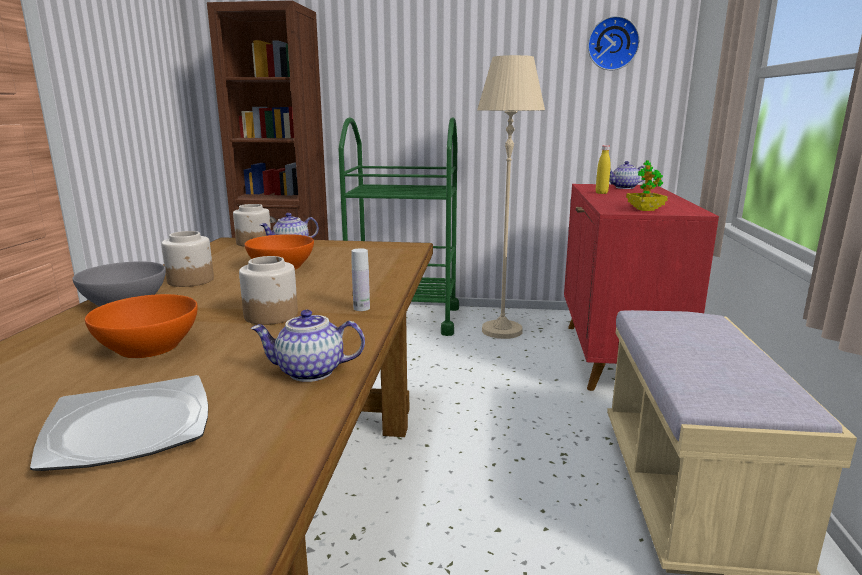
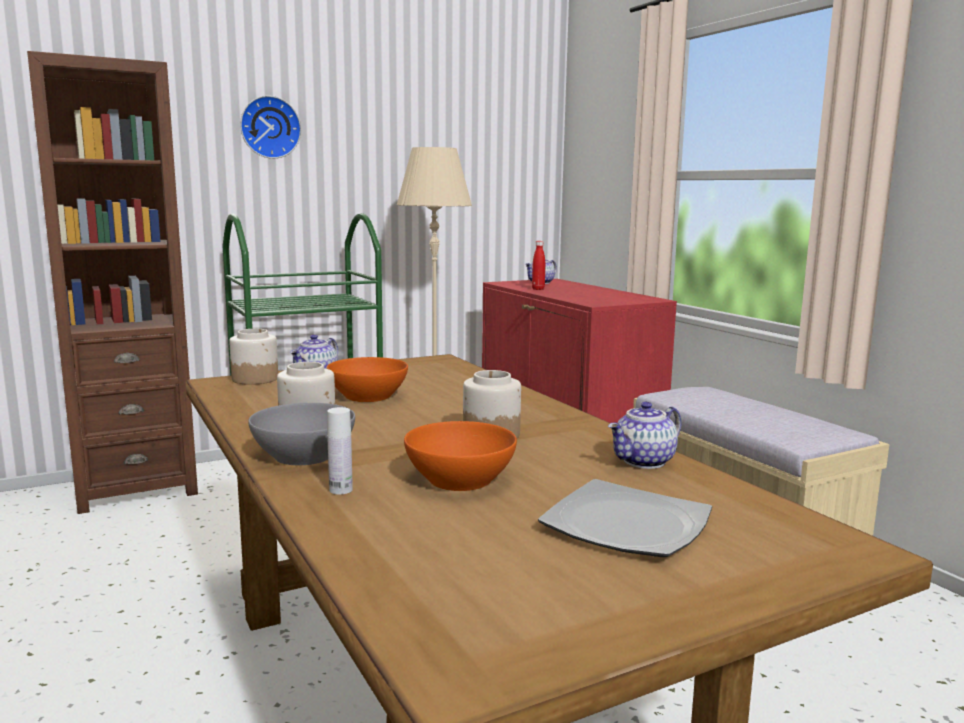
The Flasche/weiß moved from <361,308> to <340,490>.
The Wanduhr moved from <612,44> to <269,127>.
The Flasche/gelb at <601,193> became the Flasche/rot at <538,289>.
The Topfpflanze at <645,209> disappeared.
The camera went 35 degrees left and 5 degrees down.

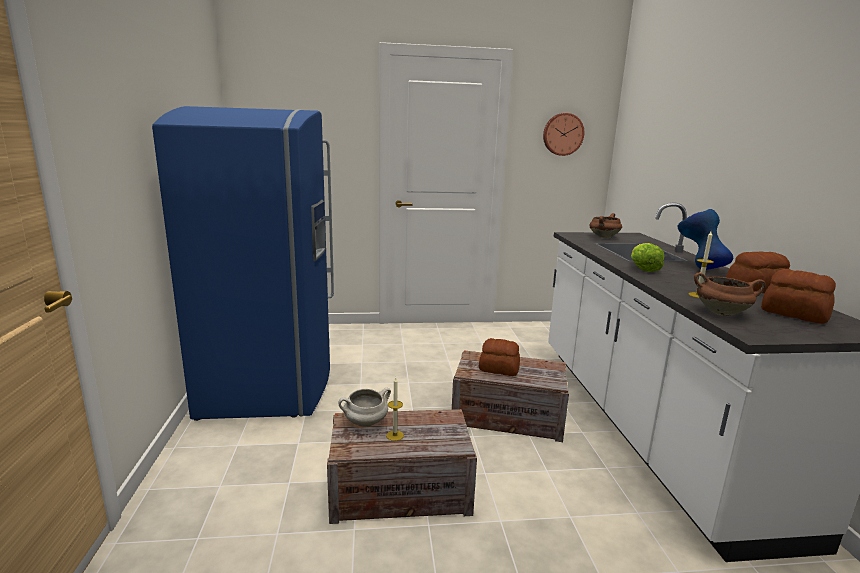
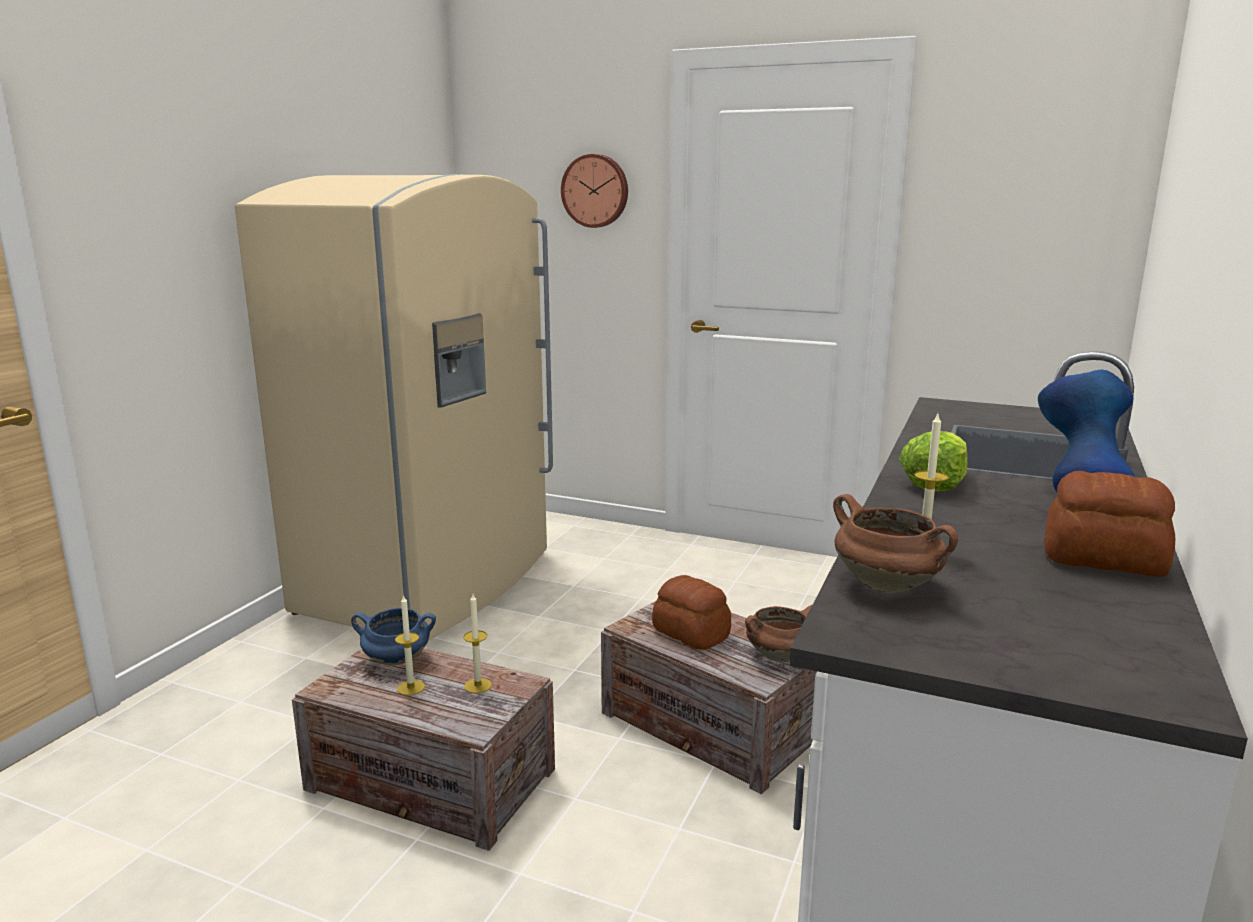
The Kühlschrank/blau at <272,379> became the Kühlschrank/beige at <431,583>.
The Kochtopf/weiß at <365,423> became the Kochtopf/blau at <395,660>.
The Wanduhr moved from <562,134> to <596,191>.
The Kochtopf/braun moved from <604,237> to <780,656>.
The Brot at <793,314> disappeared.
The Kerze at <478,686> appeared.
The camera went 30 degrees right and 0 degrees up.

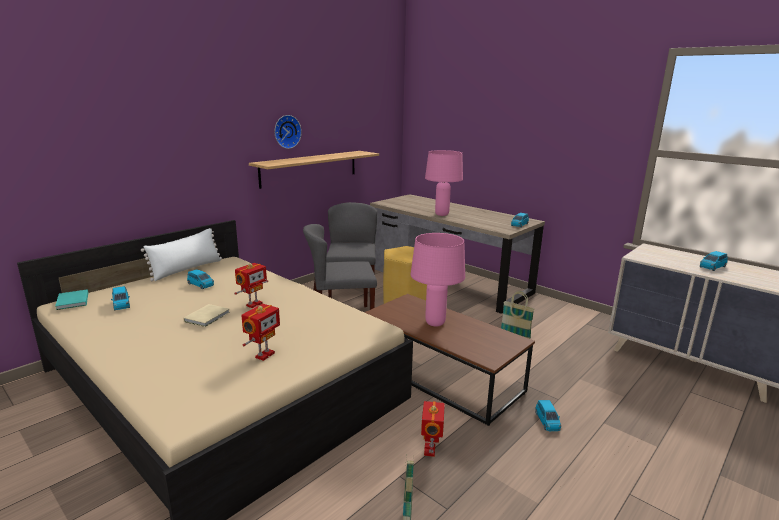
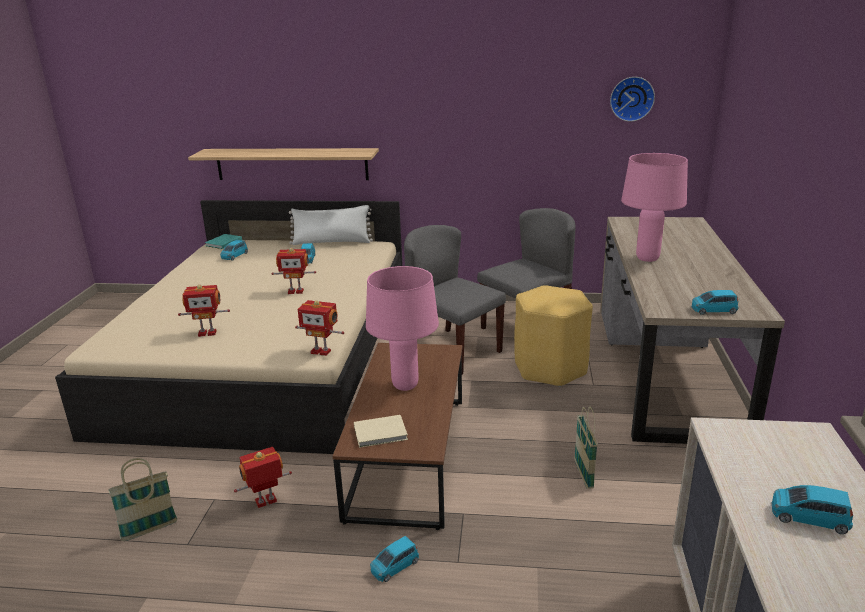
The Buch/beige moved from <208,316> to <382,433>.
The Wandregal moved from <310,168> to <291,164>.
The Wanduhr moved from <286,131> to <631,98>.
The Spielzeugroboter at <321,351> appeared.
The camera went 55 degrees right and 5 degrees up.

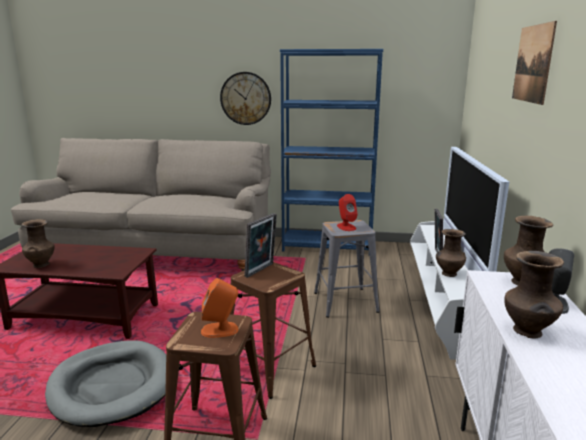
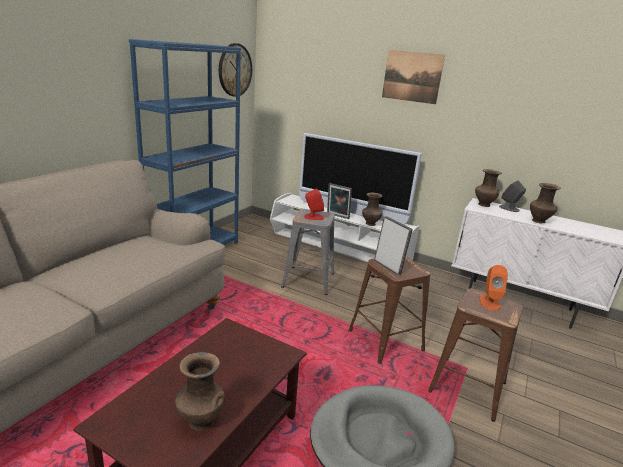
The Wanduhr moved from <245,98> to <235,70>.
The camera went 70 degrees left and 5 degrees up.

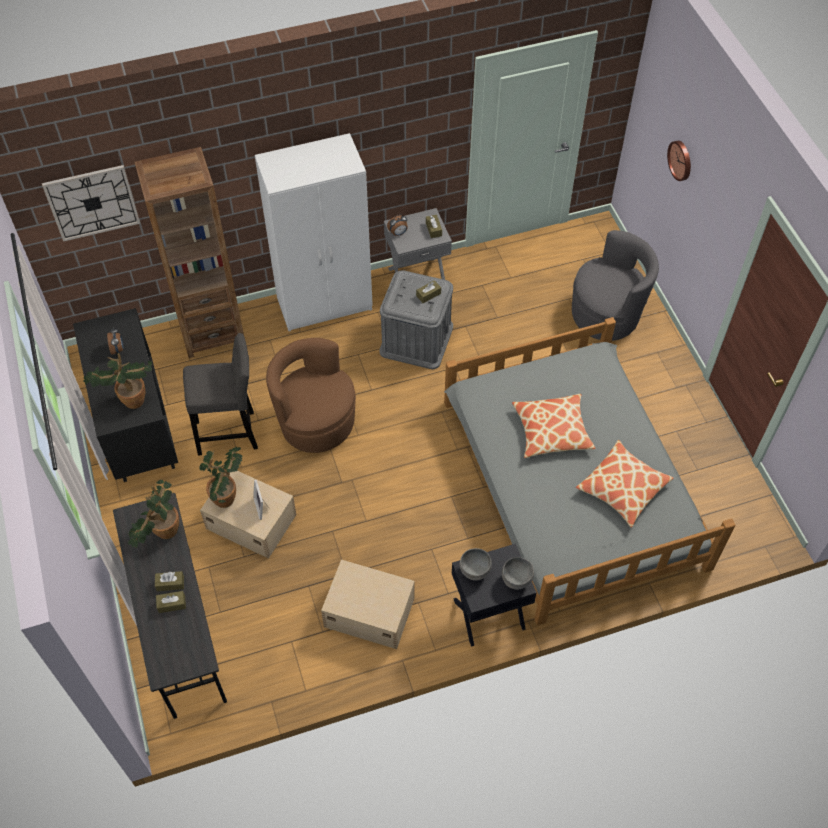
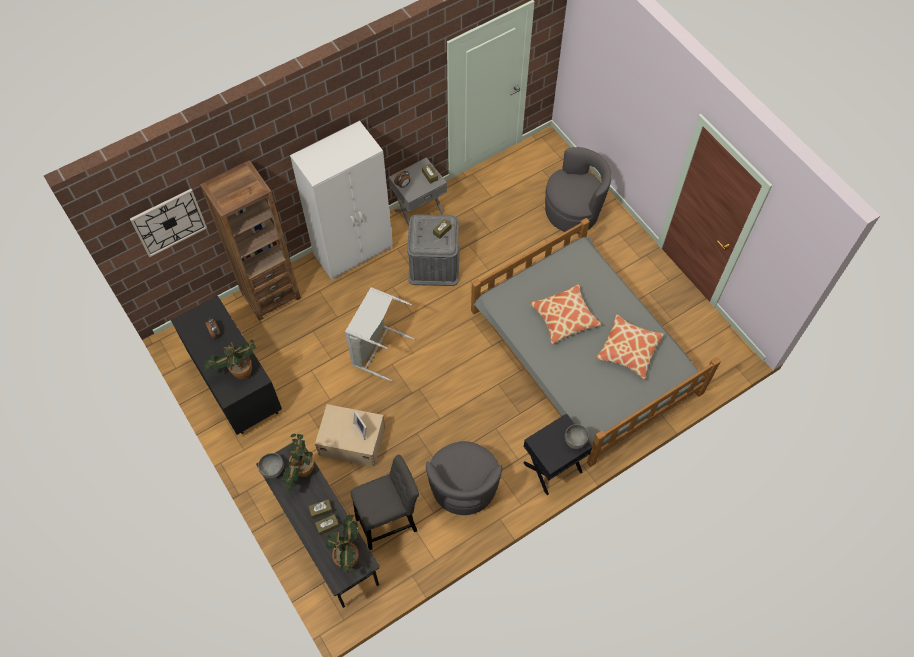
The Hocker/grau moved from <230,433> to <389,522>.
The Topfpflanze moved from <228,495> to <349,555>.
The Sessel/braun at <316,422> was replaced by the Wäschekorb/grau at <377,349>.
The Aufbewahrungsbox/beige at <368,611> was replaced by the Sessel/grau at <463,488>.
The Schüssel/grau moved from <474,571> to <272,470>.
The Wanduhr at <681,160> disappeared.
The camera went 15 degrees left and 5 degrees up.

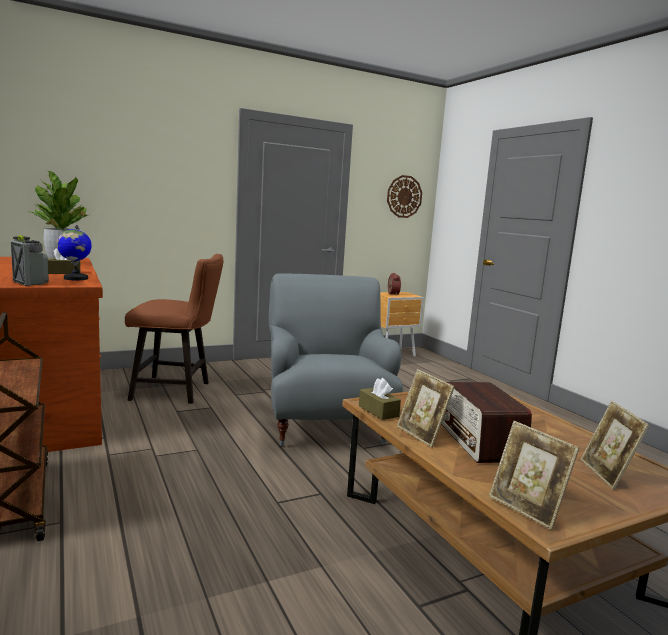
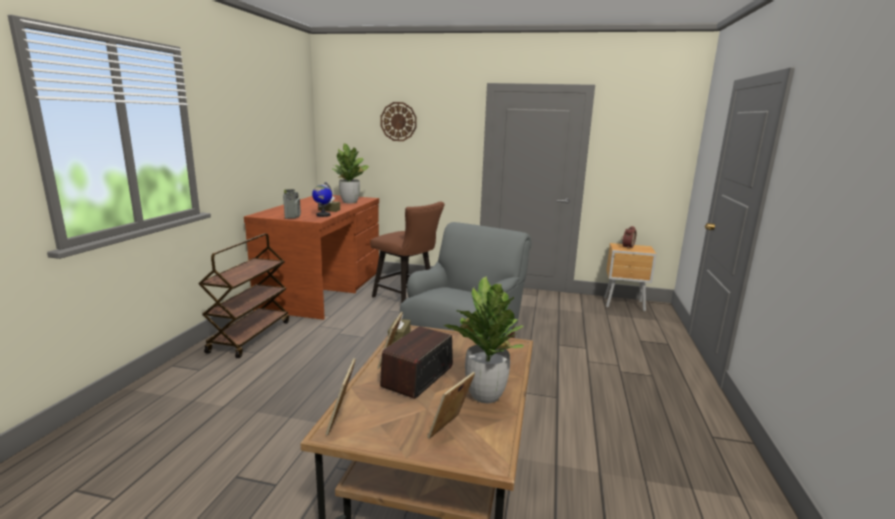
The Wanduhr moved from <404,196> to <398,121>.
The Topfpflanze at <485,395> appeared.
The camera went 40 degrees right and 5 degrees up.

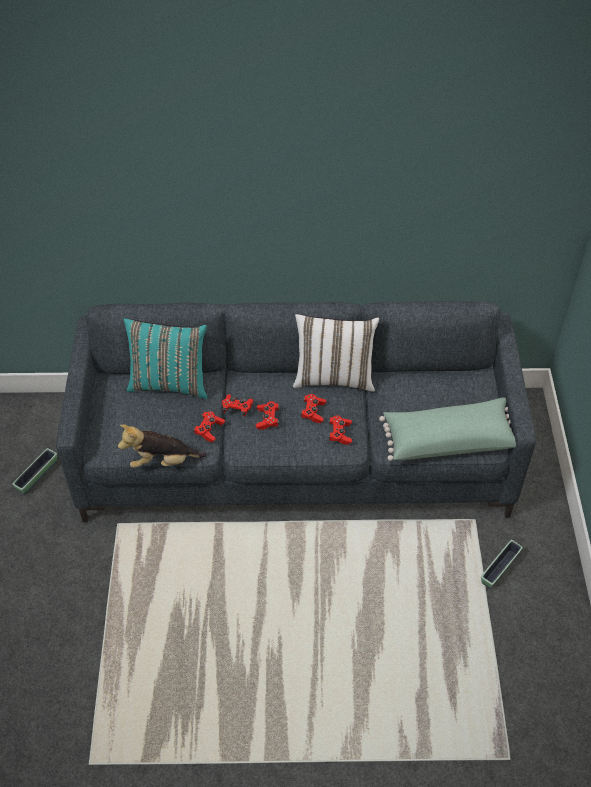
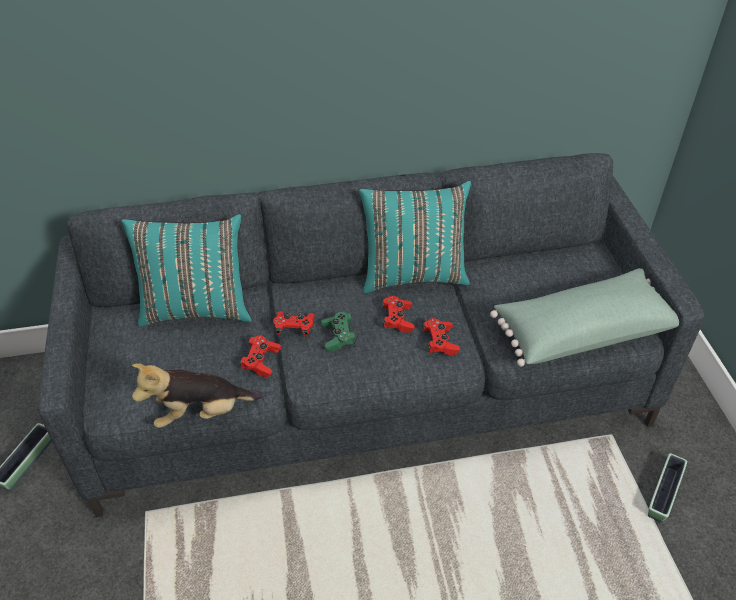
The Gamepad/rot at <267,419> became the Gamepad/grün at <338,336>.
The Kissen/weiß at <334,377> became the Kissen/türkis at <413,274>.
The camera went 10 degrees left and 5 degrees down.

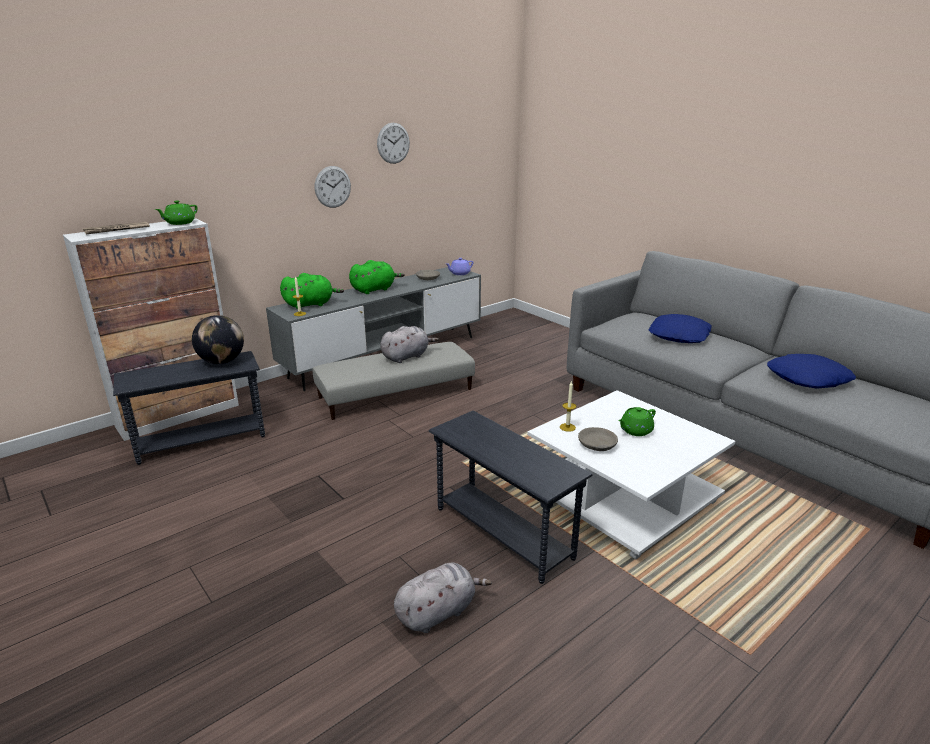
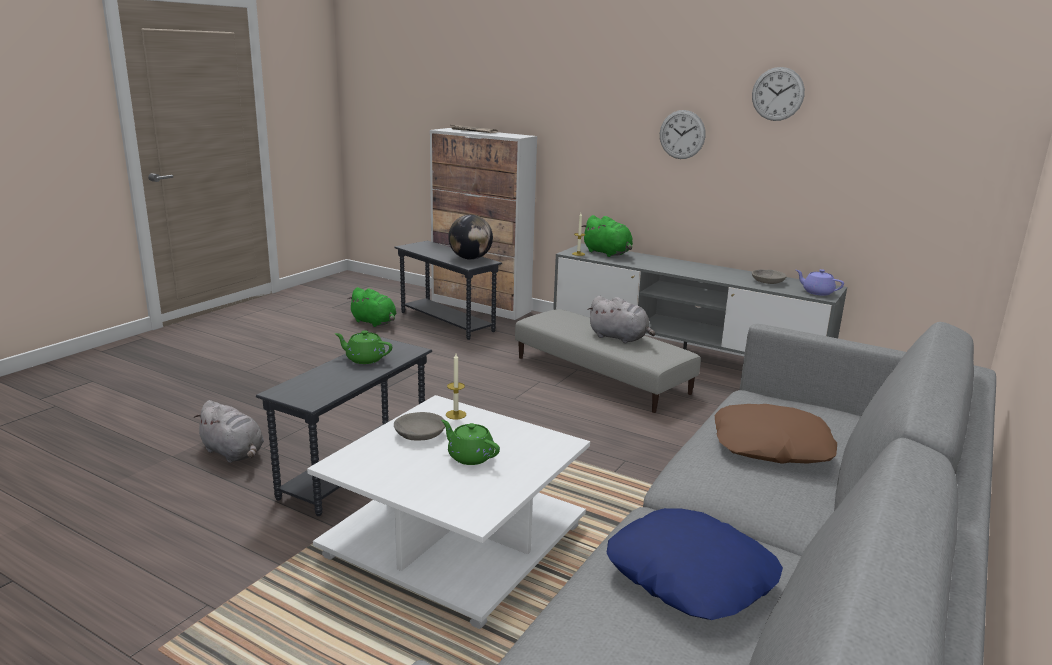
The Teekanne/grün moved from <179,223> to <364,359>.
The Plüschtier/grün moved from <374,289> to <375,322>.
The Kissen/blau at <679,335> became the Kissen/braun at <771,446>.
The camera went 70 degrees right and 5 degrees down.

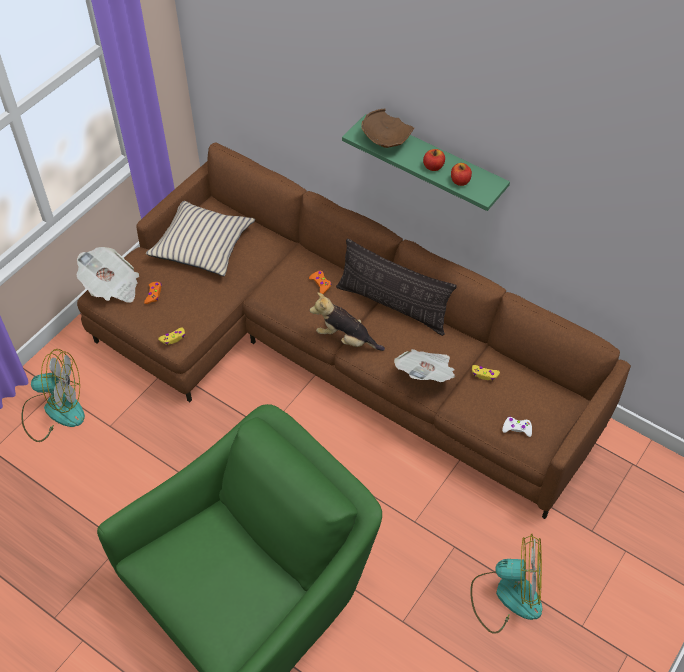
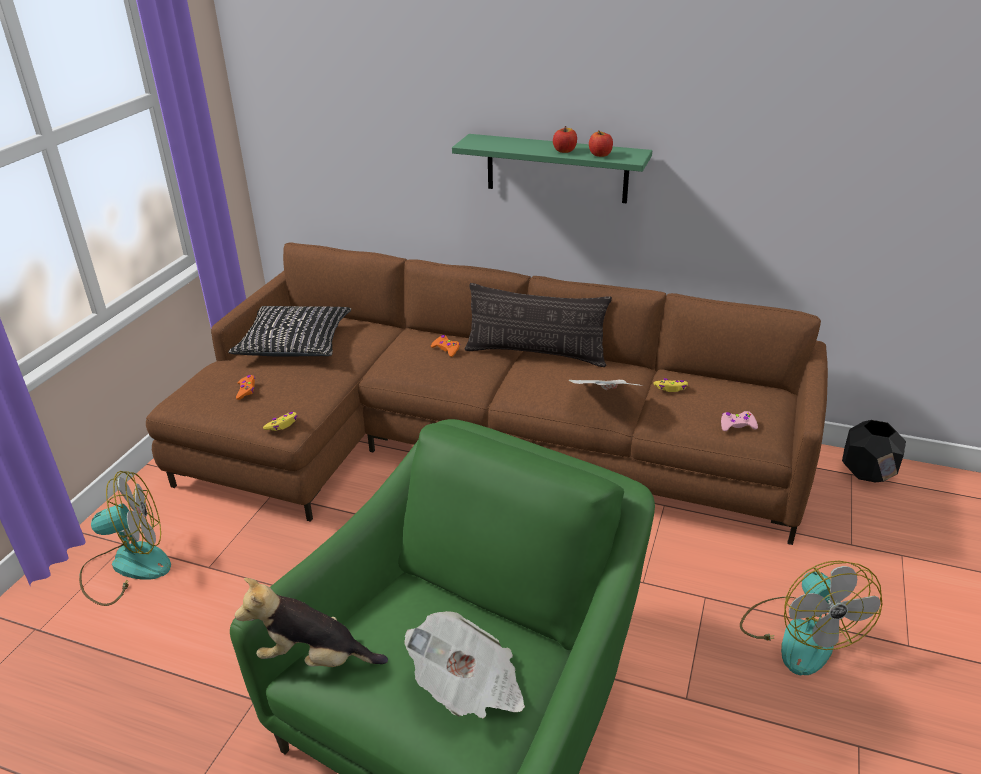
The Zeitung moved from <111,286> to <468,687>.
The Kissen/beige at <202,245> became the Kissen/schwarz at <294,342>.
The Plüschtier moved from <346,339> to <315,658>.
The Schüssel/braun at <385,142> disappeared.
The Ventilator at <507,595> turned 90 degrees clockwise.
The Gamepad/weiß at <517,428> became the Gamepad/rosa at <737,425>.
The Pflanzkübel/schwarz at <867,472> appeared.
The camera went 15 degrees left and 20 degrees down.

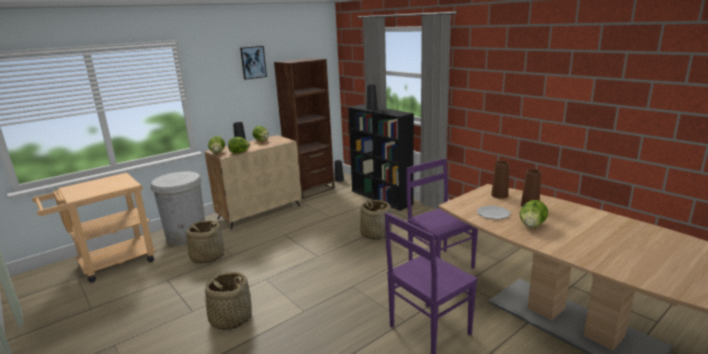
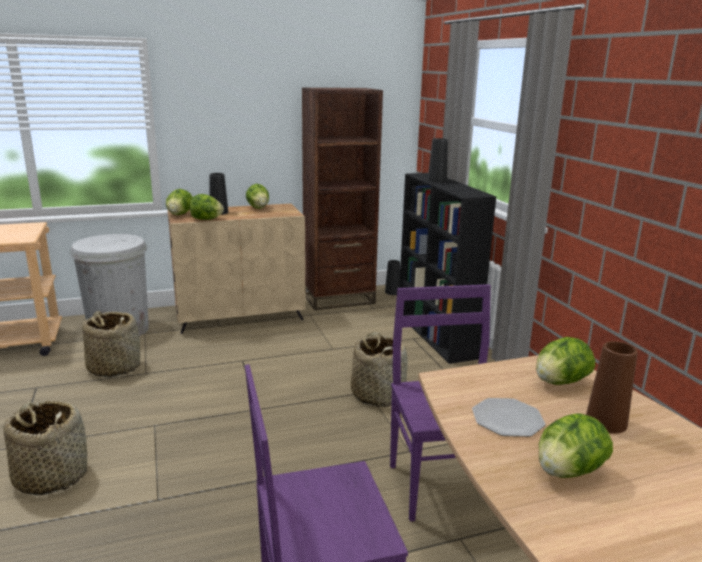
The Bild at <253,62> disappeared.
The Vase/braun at <499,195> was replaced by the Salatkopf at <560,382>.
The camera went 20 degrees right and 0 degrees up.

